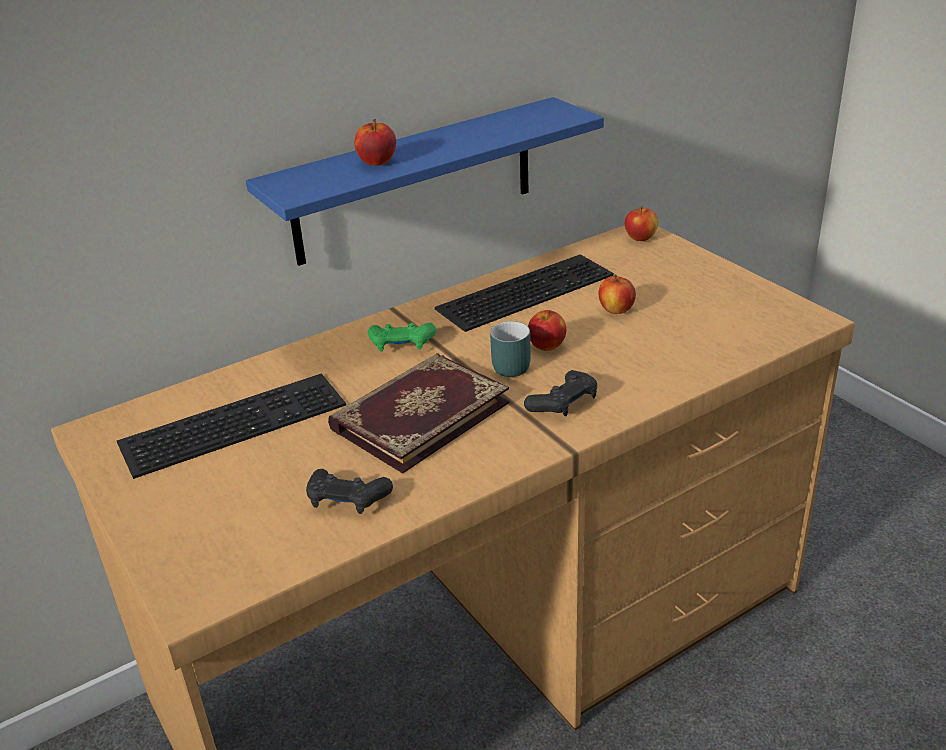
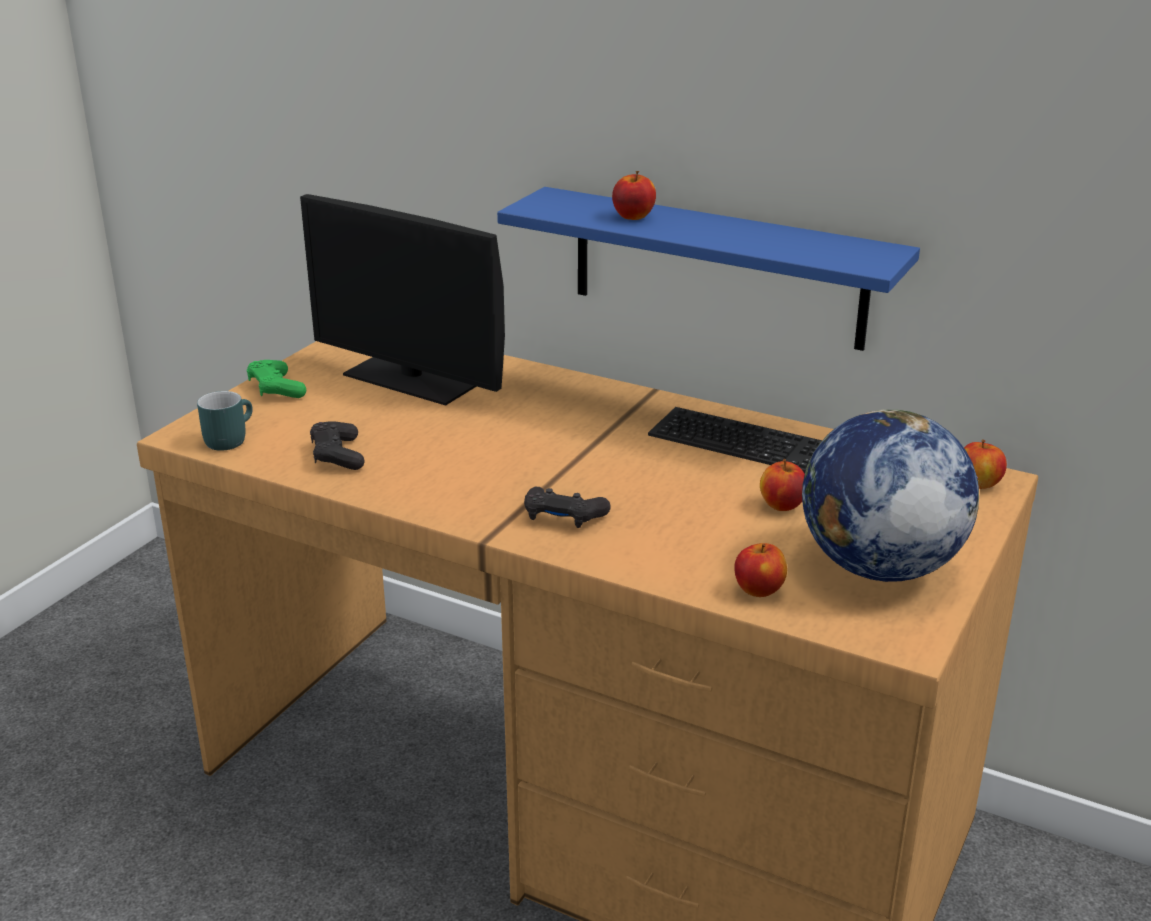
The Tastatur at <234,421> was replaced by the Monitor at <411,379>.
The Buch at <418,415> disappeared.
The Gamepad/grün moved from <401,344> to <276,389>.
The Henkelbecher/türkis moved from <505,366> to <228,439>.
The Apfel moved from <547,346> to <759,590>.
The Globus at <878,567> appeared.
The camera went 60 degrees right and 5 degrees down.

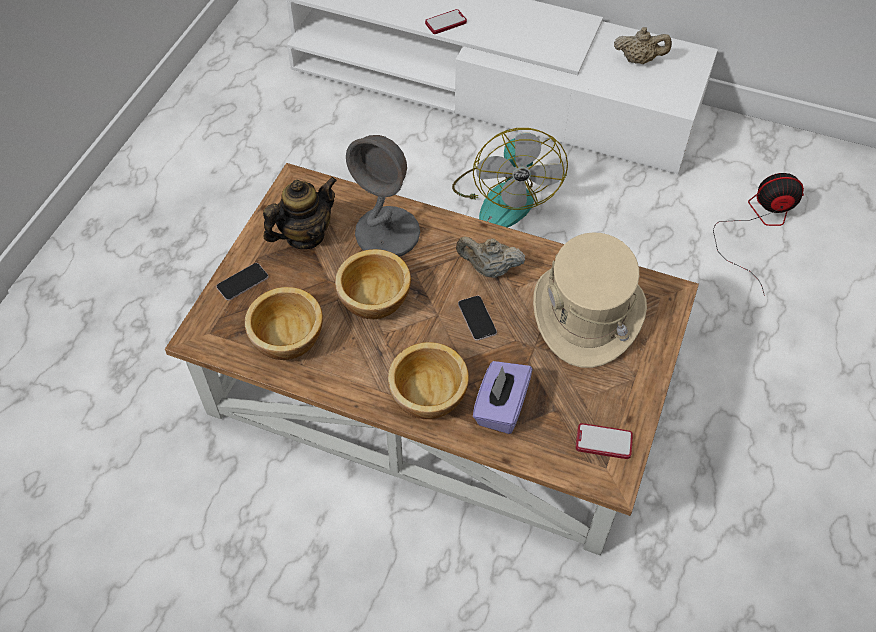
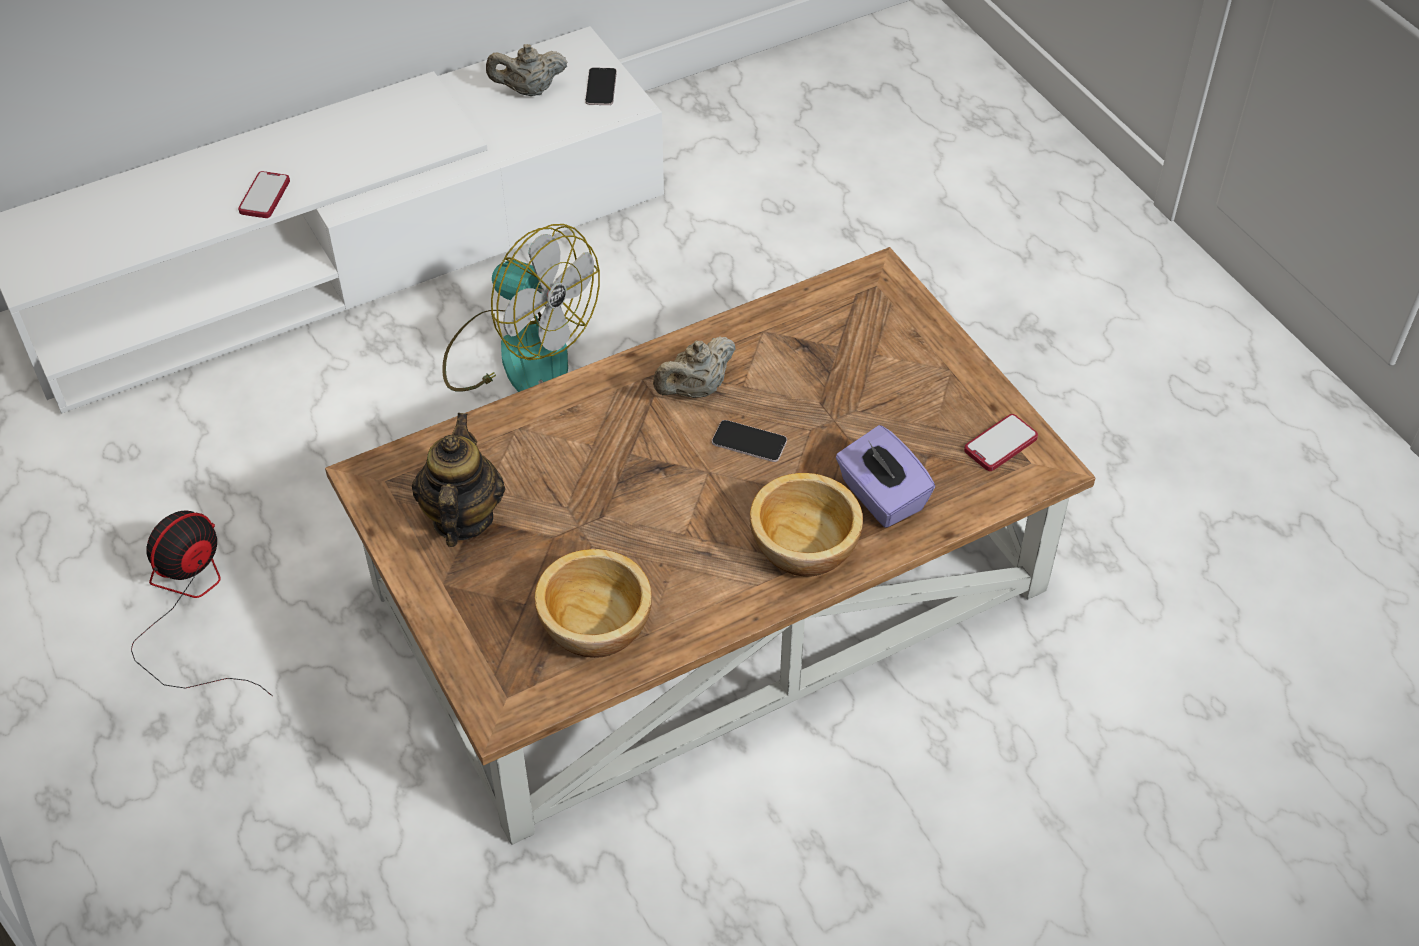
The Handy moved from <242,282> to <601,87>.
The Schüssel at <375,299> disappeared.
The Tischlampe/grau at <388,233> disappeared.
The Hut/beige at <587,315> disappeared.
The Teekanne/beige at <639,60> turned 150 degrees counterclockwise.
The Ventilator moved from <758,226> to <191,607>.
The camera went 50 degrees left and 5 degrees down.

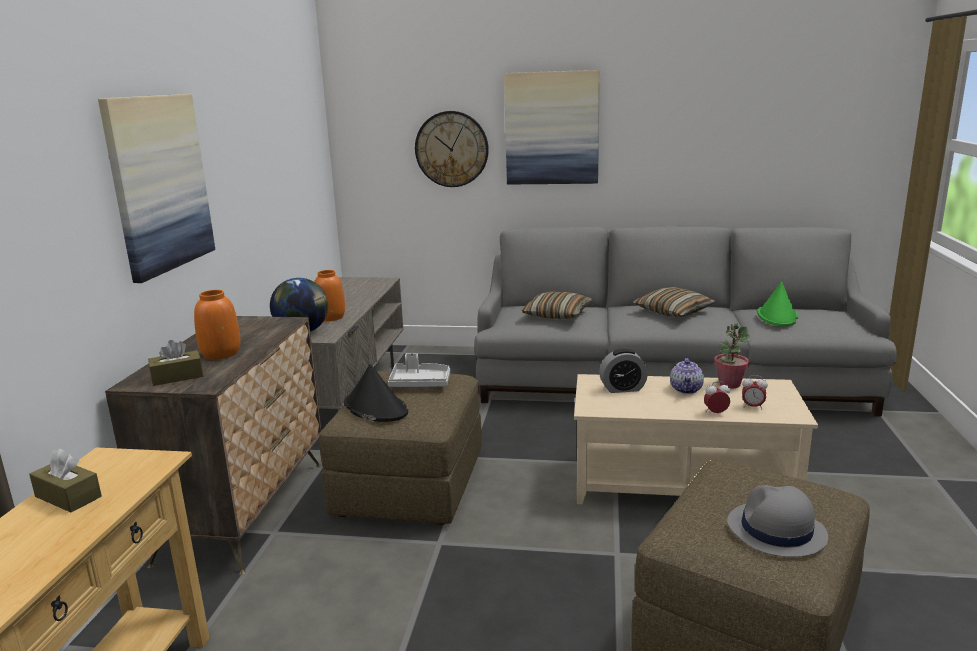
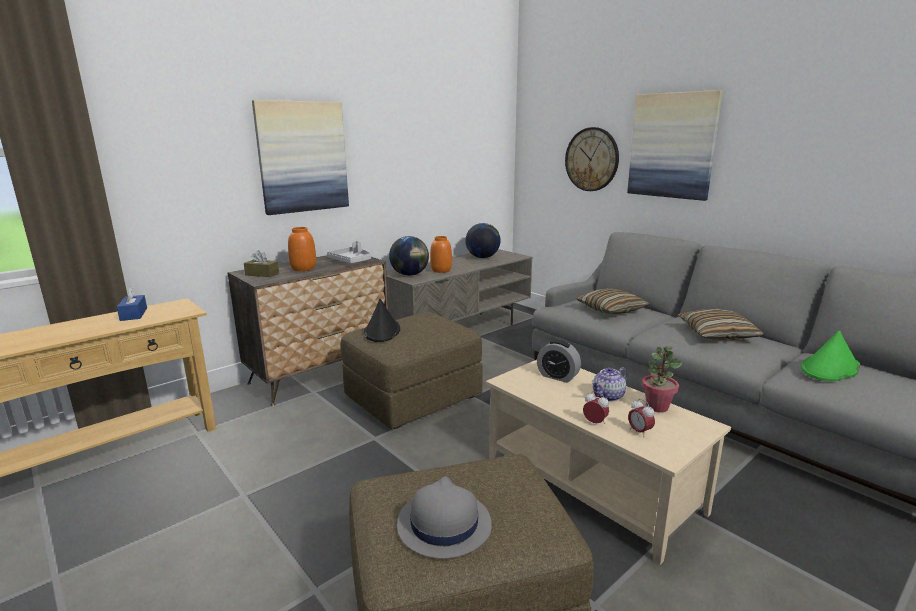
The Taschentuchbox/braun at <68,497> became the Taschentuchbox/blau at <134,314>.
The Tablett/grau moved from <420,383> to <351,261>.
The Globus at <482,257> appeared.
The camera went 40 degrees right and 0 degrees up.

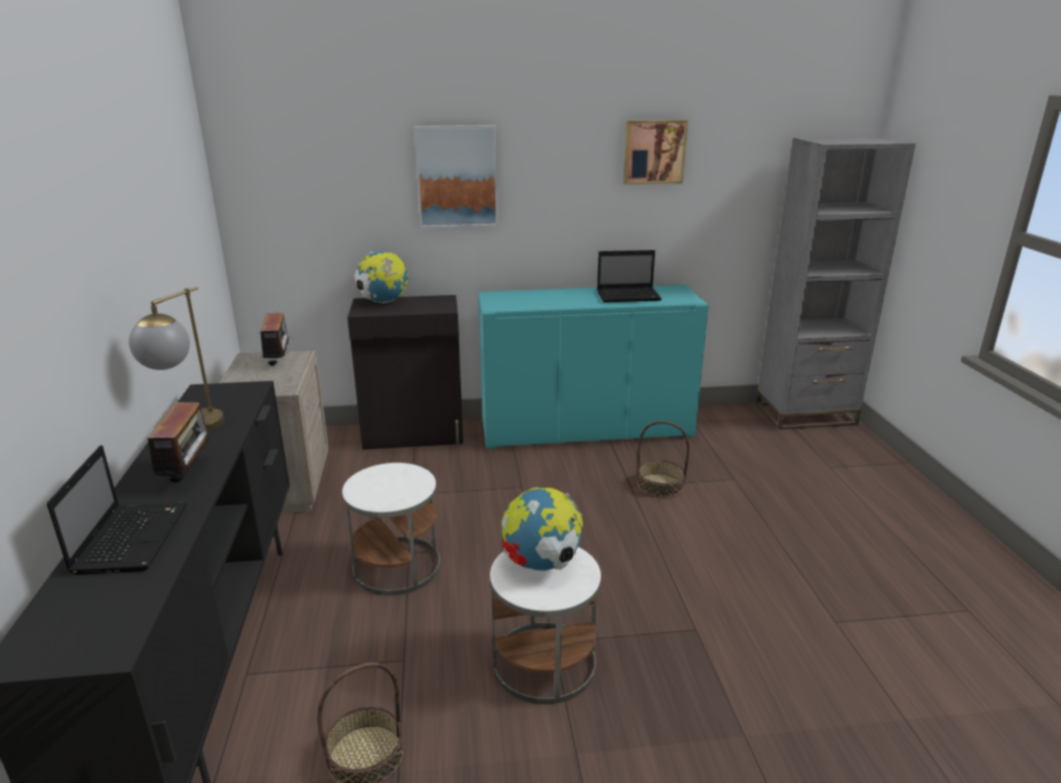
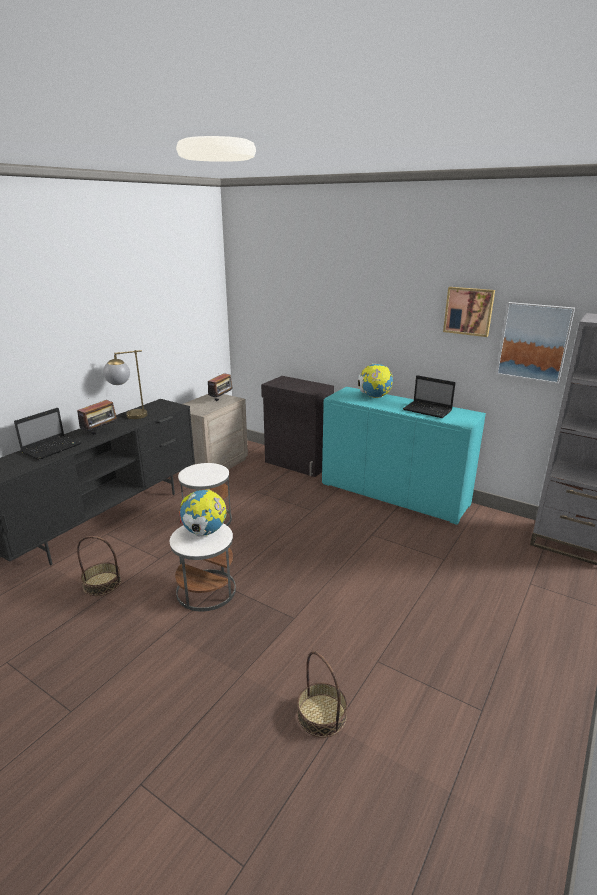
The Globus moved from <383,302> to <374,397>.
The Bild moved from <457,176> to <534,342>.
The Korb moved from <660,485> to <322,715>.
The camera went 40 degrees right and 0 degrees up.

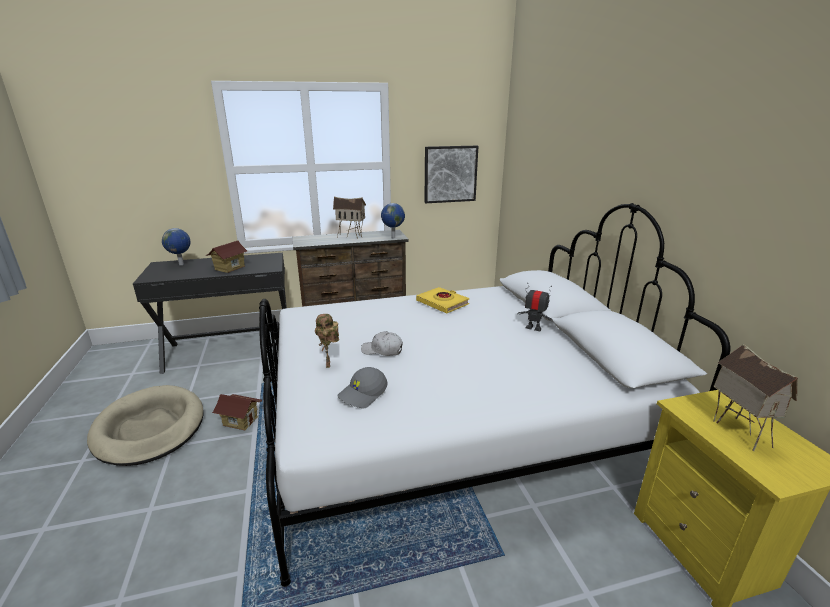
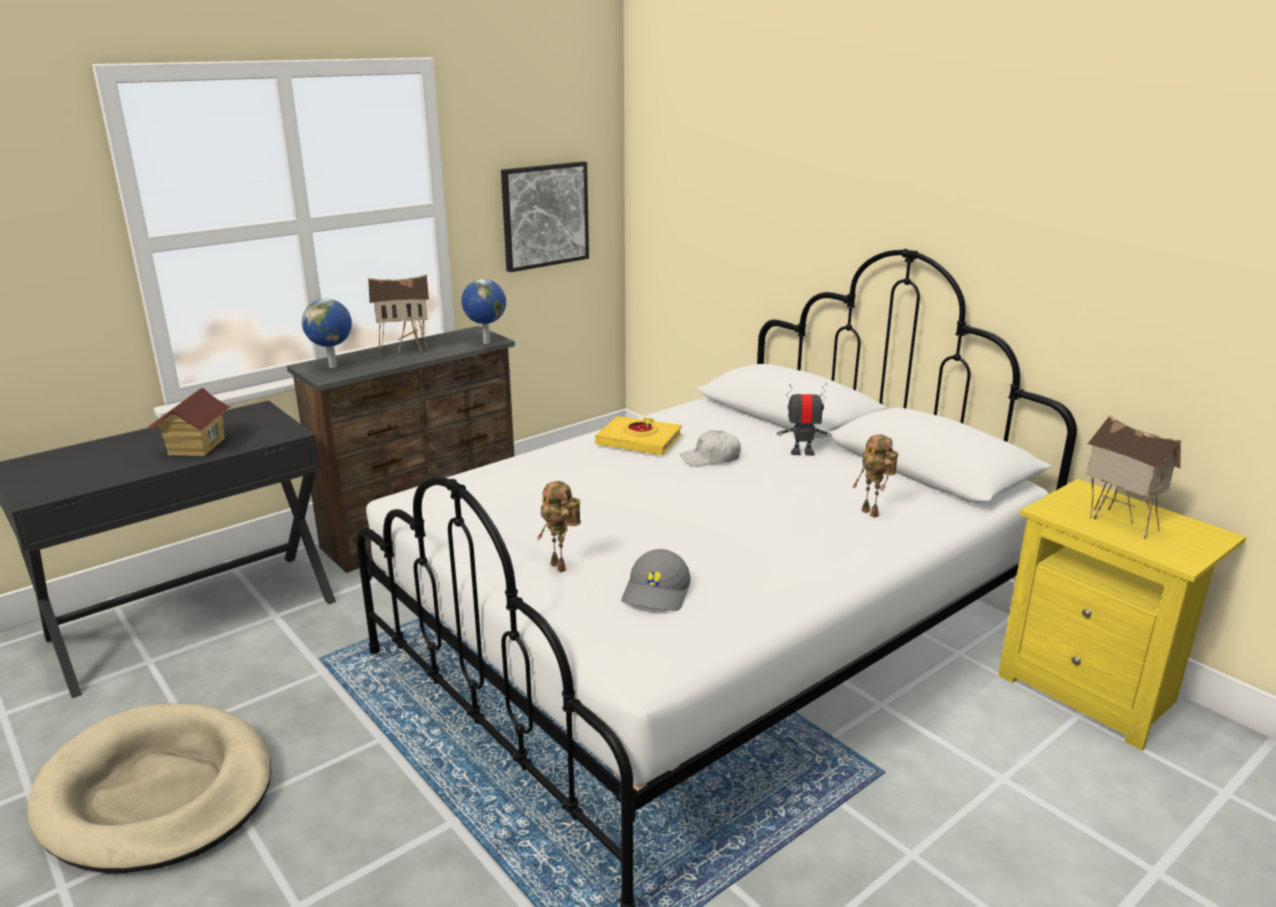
The Globus moved from <181,264> to <334,366>.
The Spielzeughaus at <240,421> disappeared.
The Kappe/weiß moved from <382,350> to <711,458>.
The Spielzeugroboter at <872,513> appeared.
The camera went 25 degrees left and 0 degrees up.

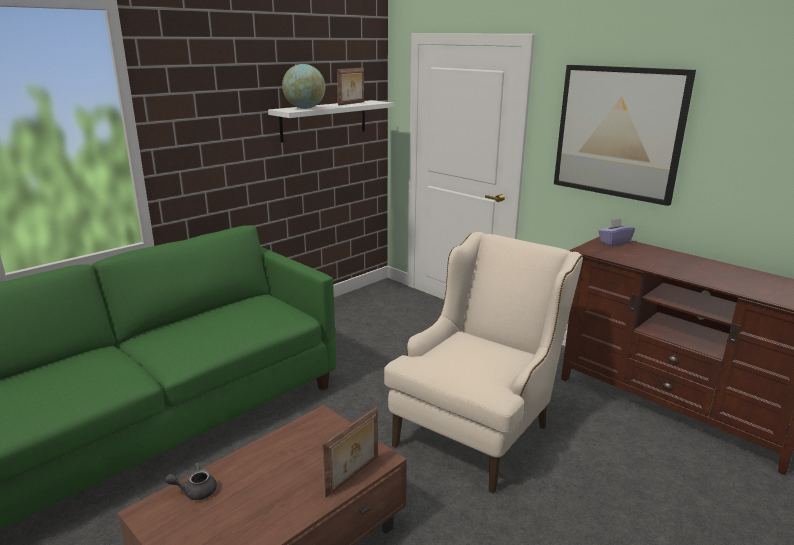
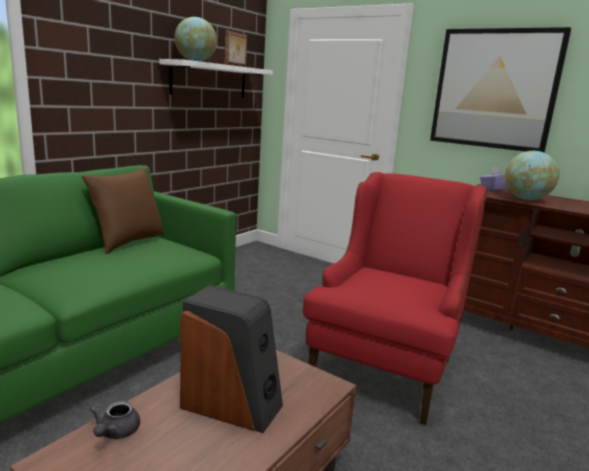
The Teekanne/grau at <195,491> turned 60 degrees counterclockwise.
The Bilderrahmen at <353,476> disappeared.
The Sessel/beige at <479,427> became the Sessel/rot at <386,363>.
The Kissen/braun at <127,242> appeared.
The Lautsprecher at <232,405> appeared.
The Globus at <526,199> appeared.
The camera went 10 degrees left and 5 degrees down.

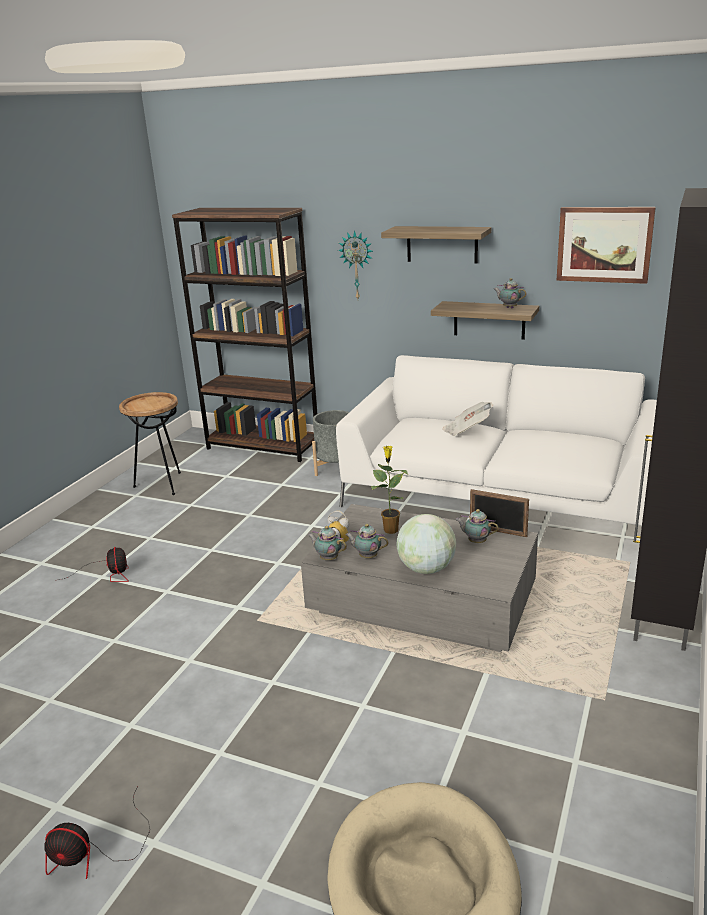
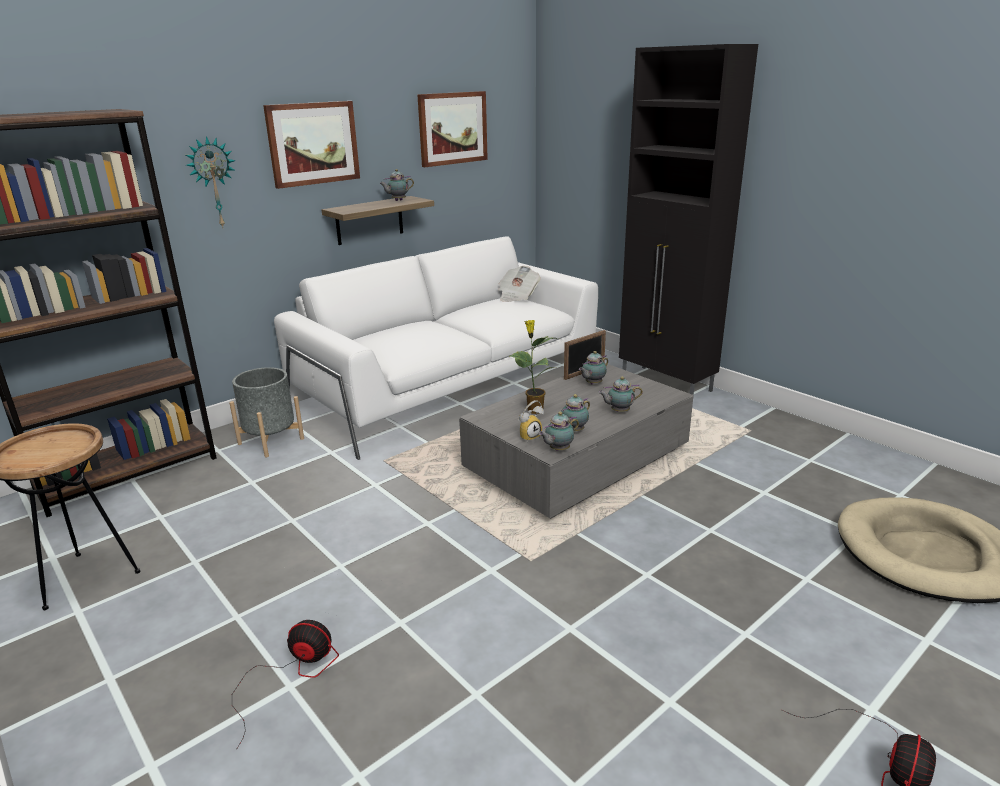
The Wandregal at <442,244> was replaced by the Bild at <313,143>.
The Globus at <426,569> was replaced by the Teekanne at <618,411>.
The Zeitung moved from <467,430> to <517,296>.
The camera went 65 degrees left and 0 degrees up.

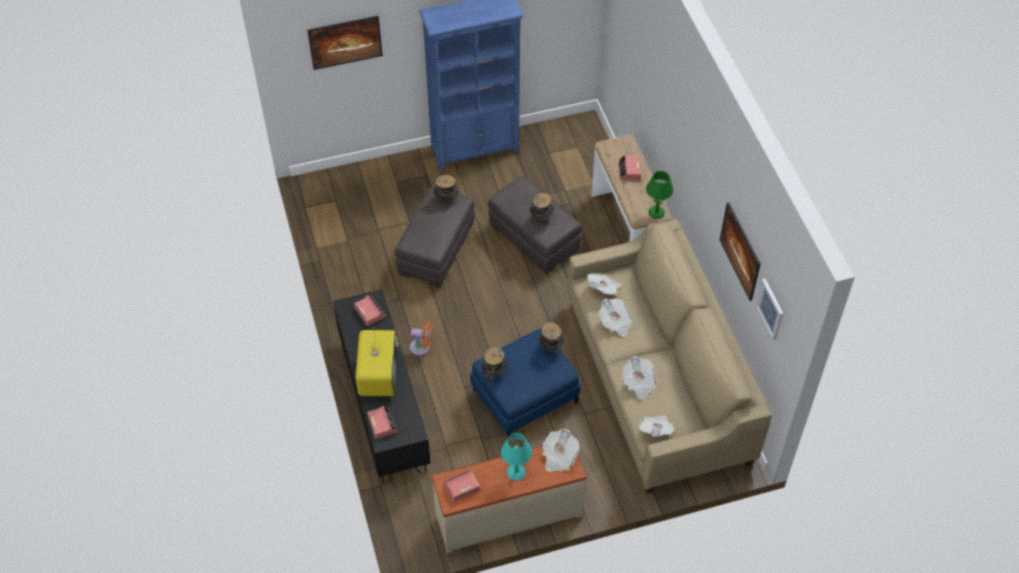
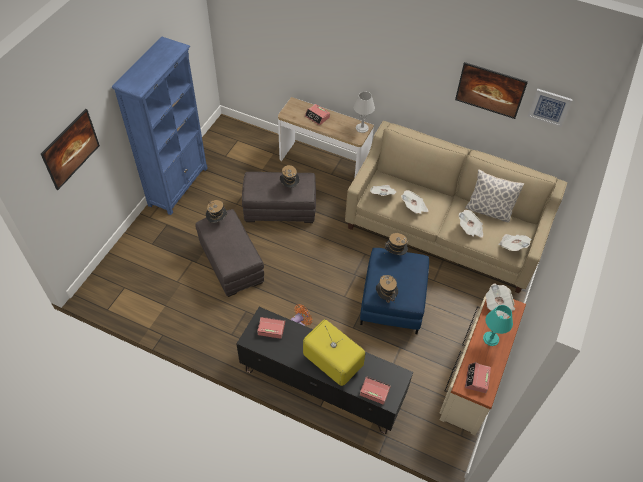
The Tischlampe/grün at <656,212> became the Tischlampe/grau at <362,128>.
The Kissen at <488,210> appeared.
The camera went 50 degrees left and 0 degrees up.

